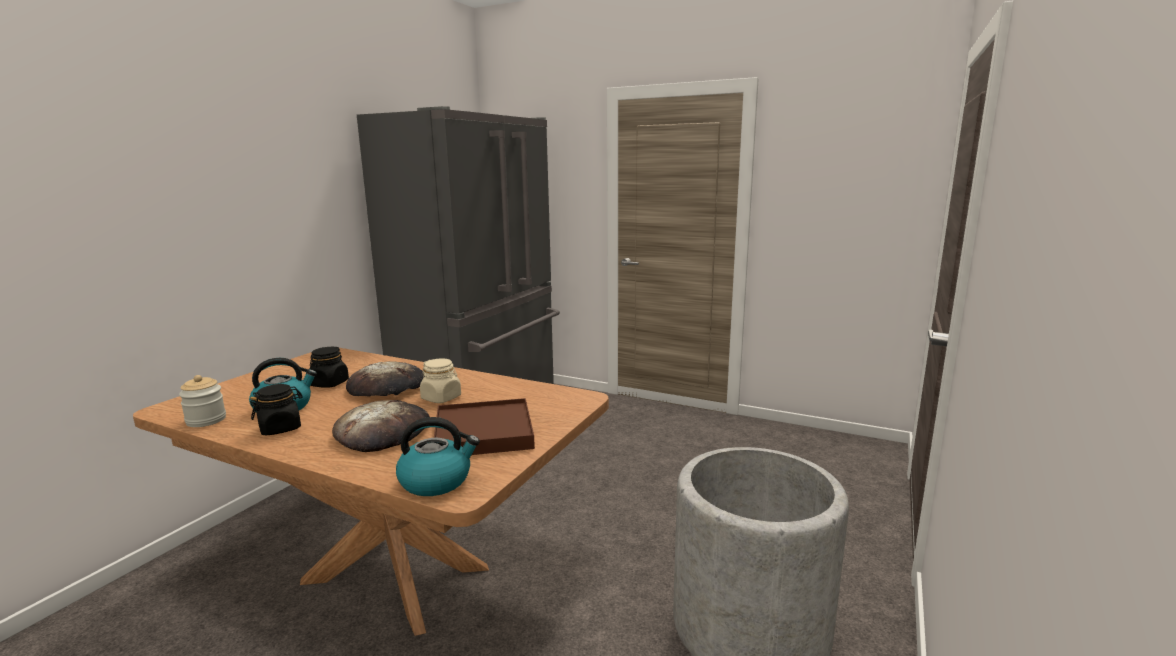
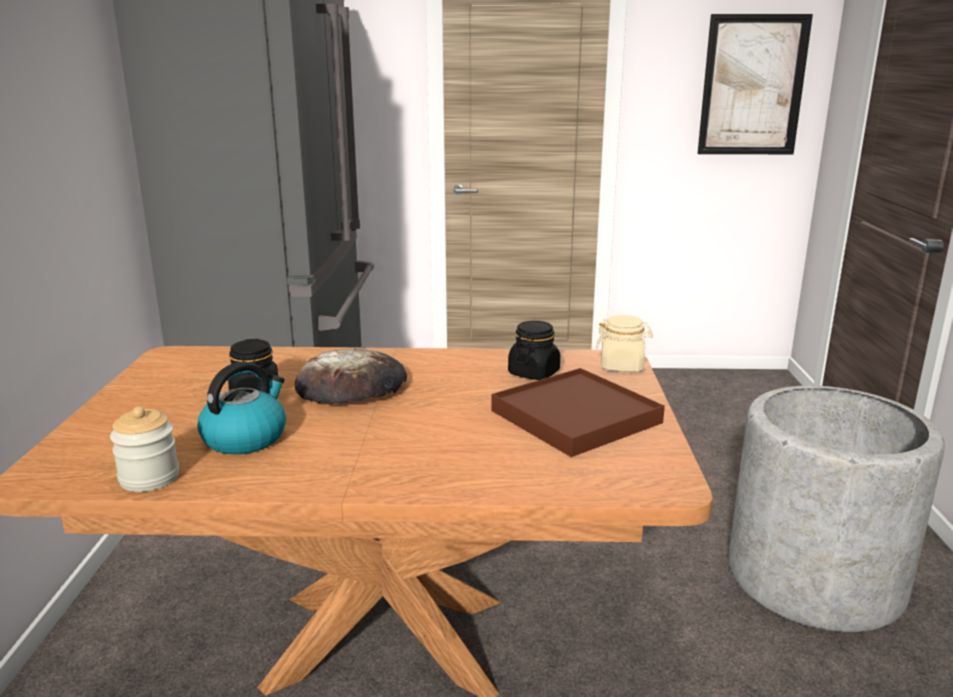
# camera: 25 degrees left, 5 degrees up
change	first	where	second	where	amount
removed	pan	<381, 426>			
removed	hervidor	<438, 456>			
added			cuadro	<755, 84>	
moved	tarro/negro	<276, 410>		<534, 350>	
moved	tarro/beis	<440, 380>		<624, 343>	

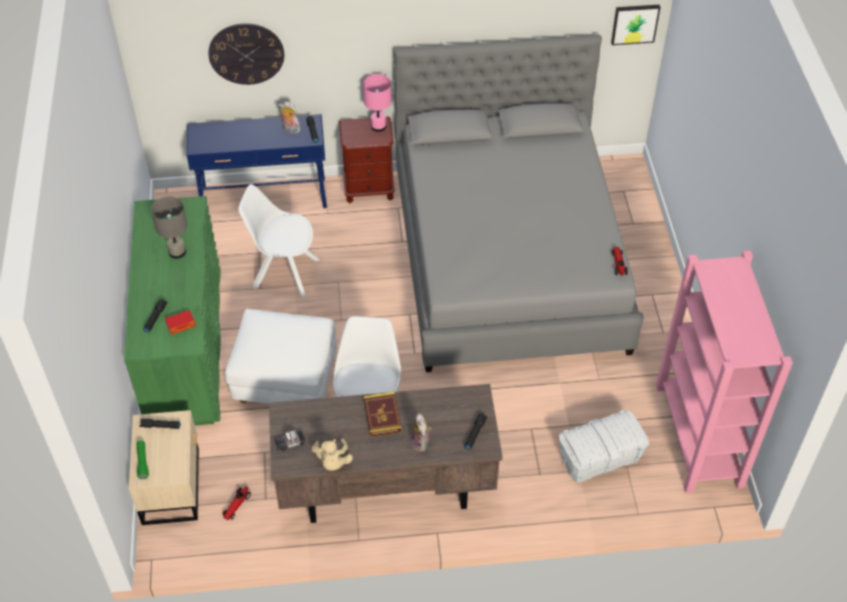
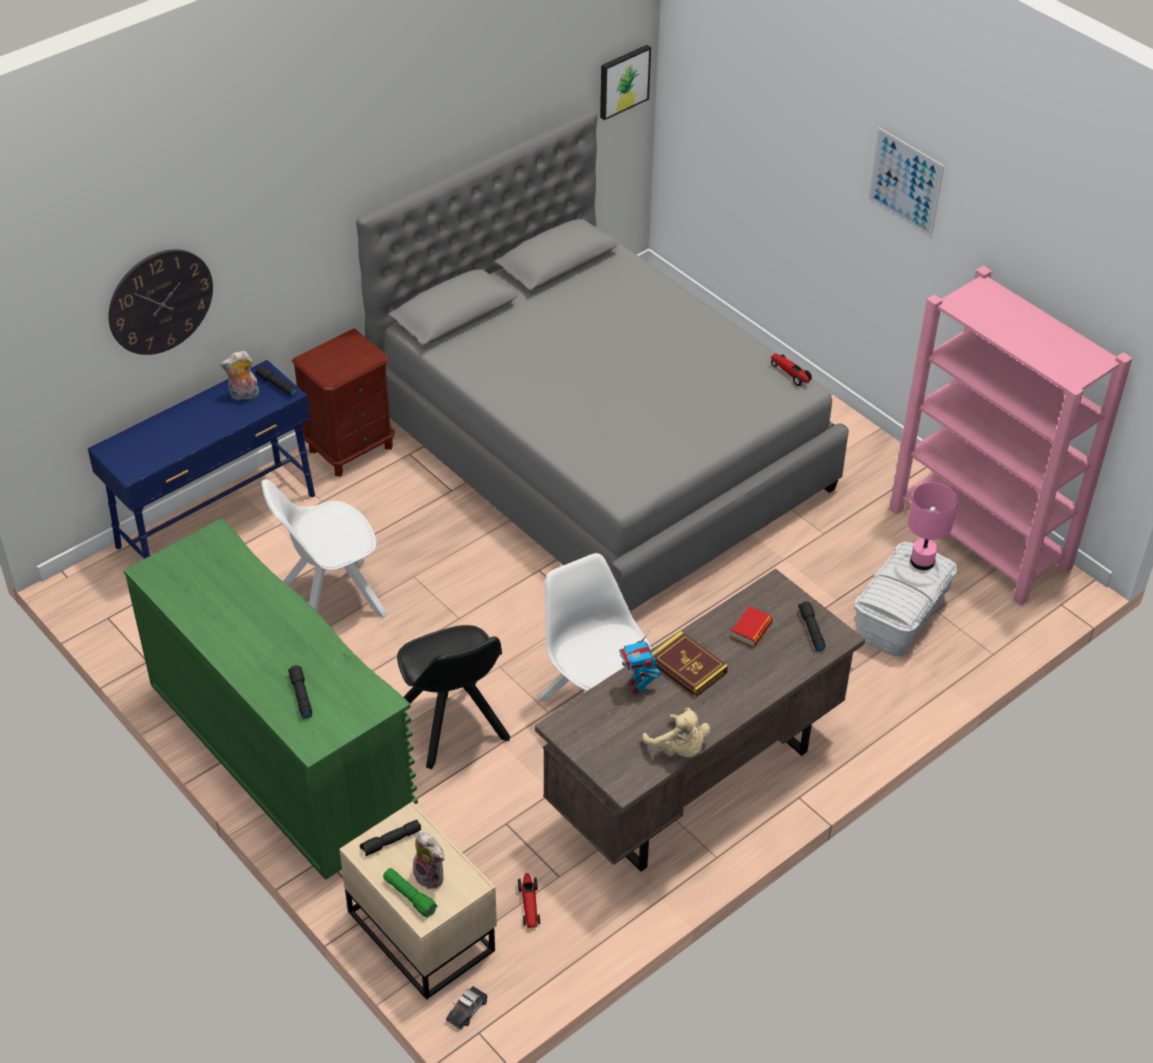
# camera: 35 degrees left, 5 degrees down
change	first	where	second	where	amount
removed	lámpara de mesa/gris	<169, 228>			
added			robot de juguete	<640, 663>	
added			cuadro	<906, 183>	
moved	libro	<180, 322>		<752, 626>	
moved	coche de juguete	<290, 440>		<467, 1008>	
moved	lámpara de mesa/rosa	<377, 103>		<933, 526>	
moved	peluche	<421, 432>		<428, 860>	
replaced	puf/blanco	<281, 356>	silla/negro	<454, 697>	

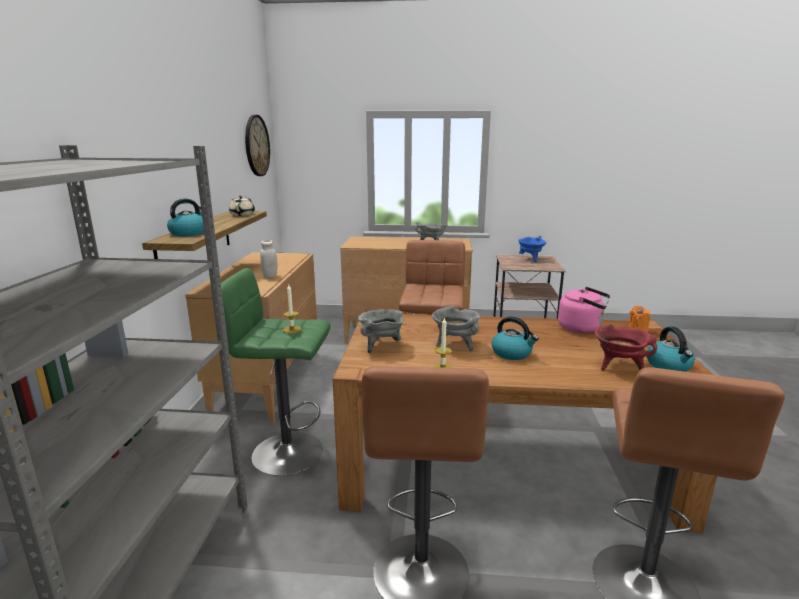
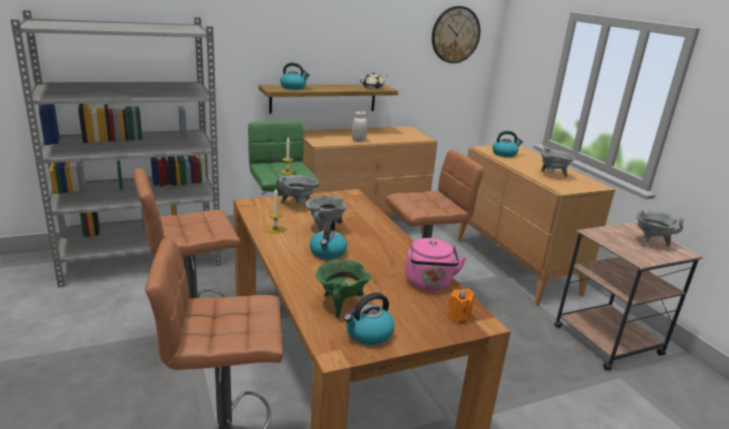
# camera: 60 degrees right, 5 degrees up
change	first	where	second	where	amount
added			hervidor	<508, 144>	
recoloured	olla/azul	<532, 249>	olla/gris	<659, 228>	
recoloured	olla/rojo	<626, 347>	olla/verde	<343, 289>	

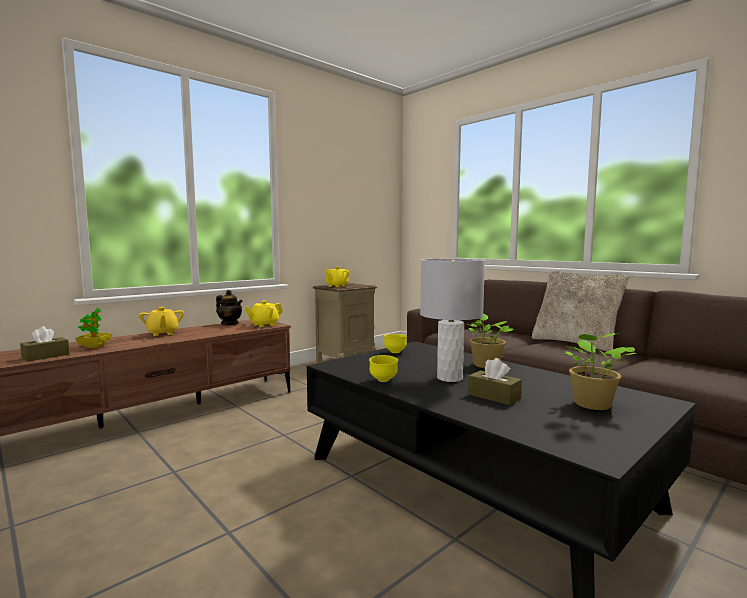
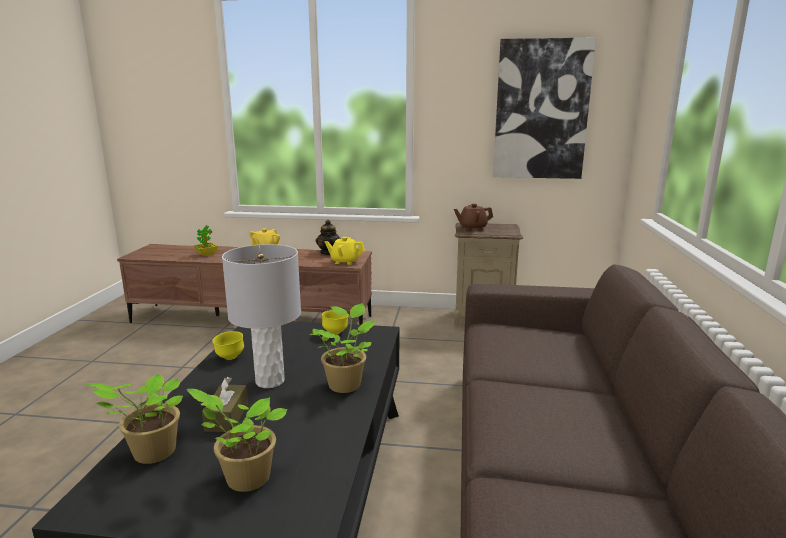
# camera: 50 degrees right, 10 degrees up
change	first	where	second	where	amount
removed	caja de pañuelos/marrón	<45, 344>			
removed	cojín/beis	<580, 311>			
added			planta en maceta	<134, 419>	
added			cuadro	<544, 108>	
recoloured	tetera/amarillo	<337, 276>	tetera/marrón	<473, 217>	

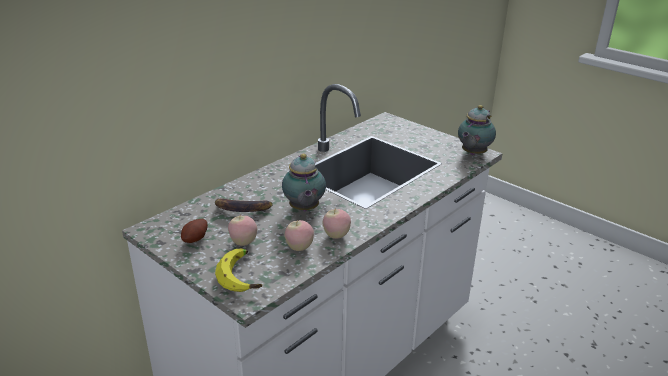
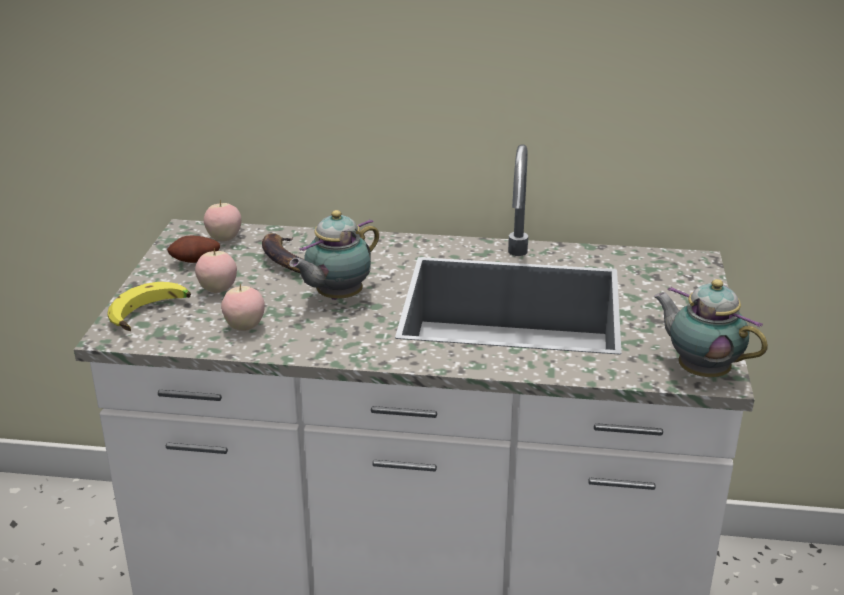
# camera: 55 degrees right, 0 degrees up
change	first	where	second	where	amount
moved	manzana	<336, 224>		<222, 221>	
turned	tetera	<477, 130>		<711, 328>	45 degrees clockwise

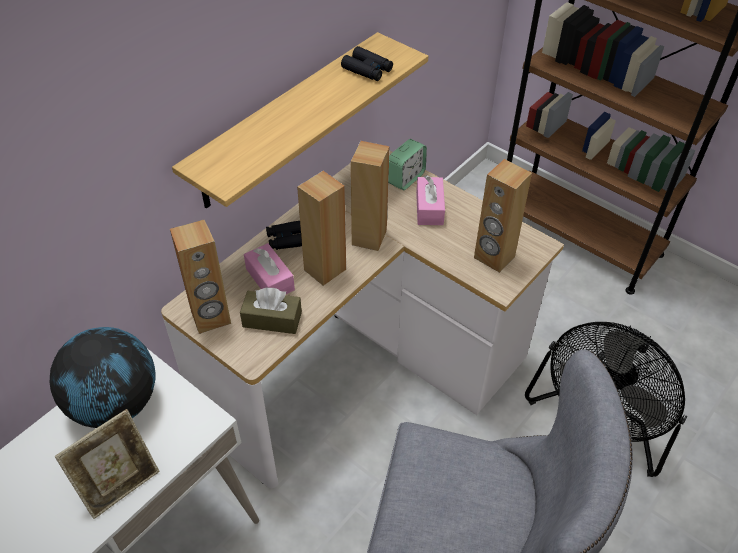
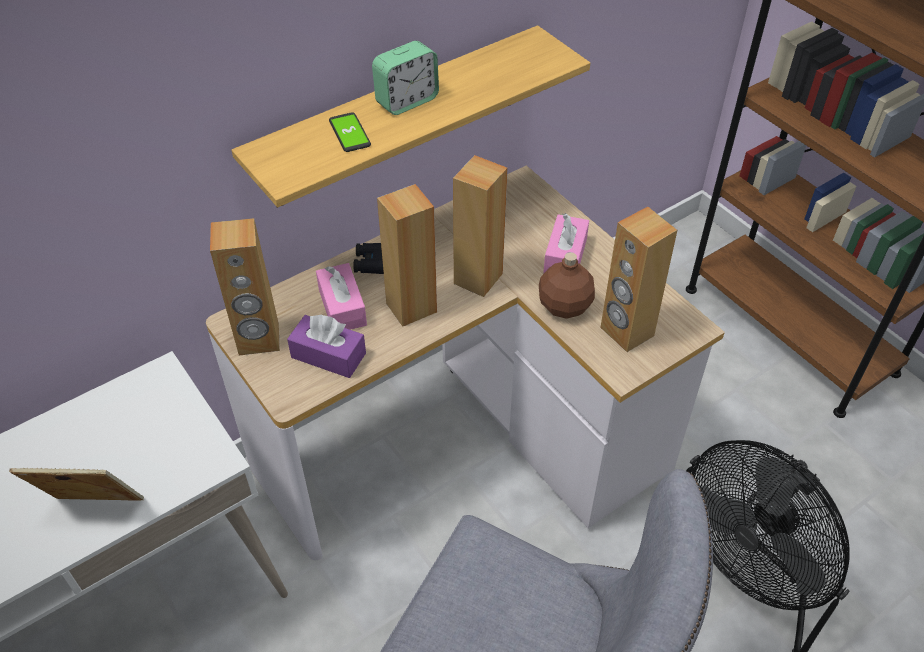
# camera: 15 degrees right, 0 degrees up
change	first	where	second	where	amount
removed	globo terráqueo	<102, 377>			
removed	prismáticos/negro	<367, 63>			
added			móvil	<350, 132>	
added			botella/marrón	<567, 285>	
moved	despertador	<407, 164>		<405, 78>	
recoloured	caja de pañuelos/marrón	<271, 311>	caja de pañuelos/morado	<326, 346>	
turned	portarretratos	<107, 464>		<76, 484>	150 degrees counterclockwise

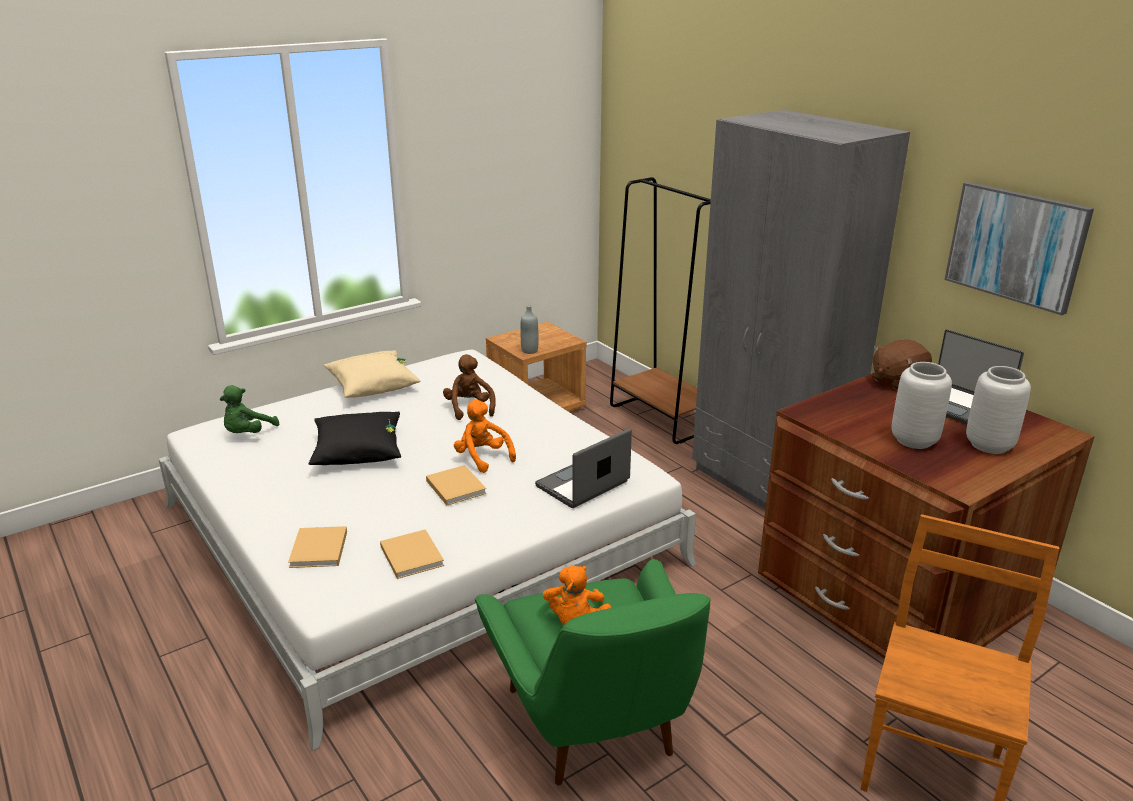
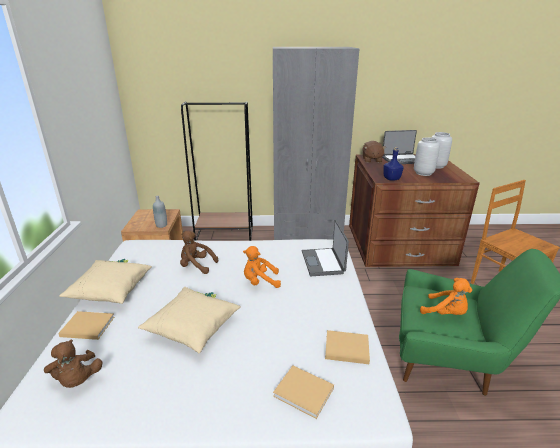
# camera: 55 degrees left, 0 degrees up
change	first	where	second	where	amount
removed	cuadro	<1019, 248>			
added			botella/azul	<393, 164>	
moved	libro/beis	<456, 485>		<86, 325>	
recoloured	peluche/verde	<249, 409>	peluche/marrón	<73, 363>	
recoloured	cojín/negro	<355, 438>	cojín/beis	<189, 320>	

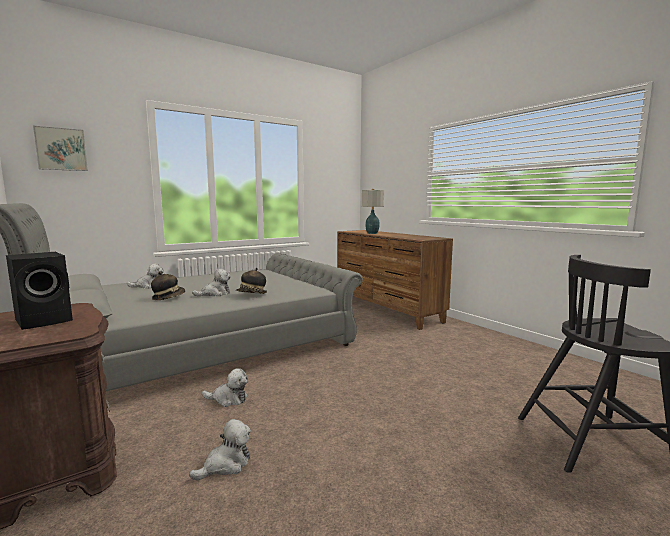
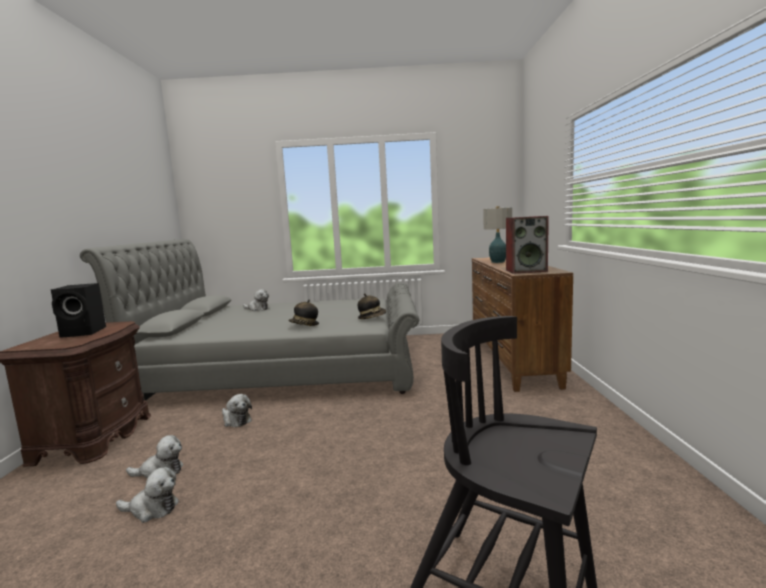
# camera: 35 degrees right, 0 degrees up
change	first	where	second	where	amount
removed	cuadro	<60, 148>			
added			altavoz	<527, 245>	
moved	sombrero	<168, 286>		<371, 306>	
moved	peluche	<211, 282>		<147, 495>	

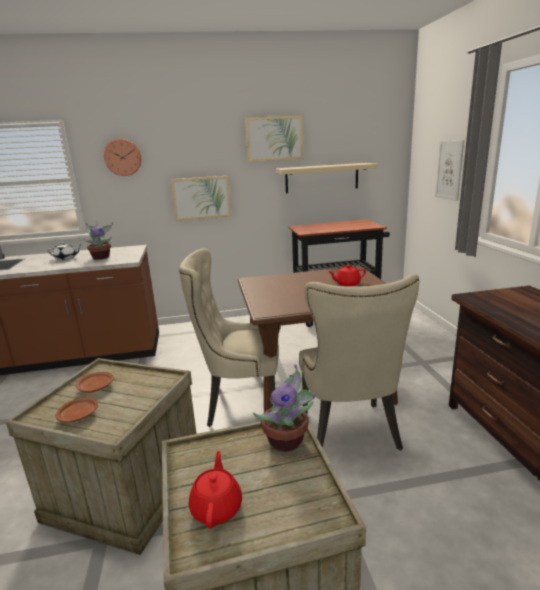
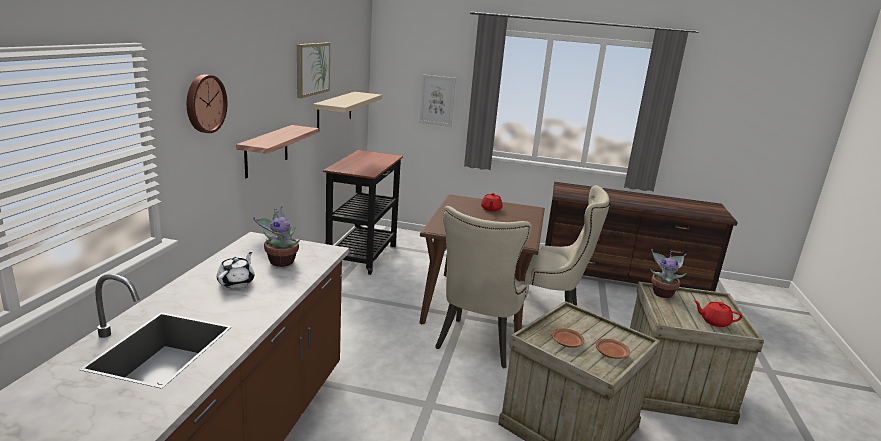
# camera: 70 degrees left, 0 degrees up
change	first	where	second	where	amount
replaced	cuadro	<200, 198>	estante	<277, 151>	

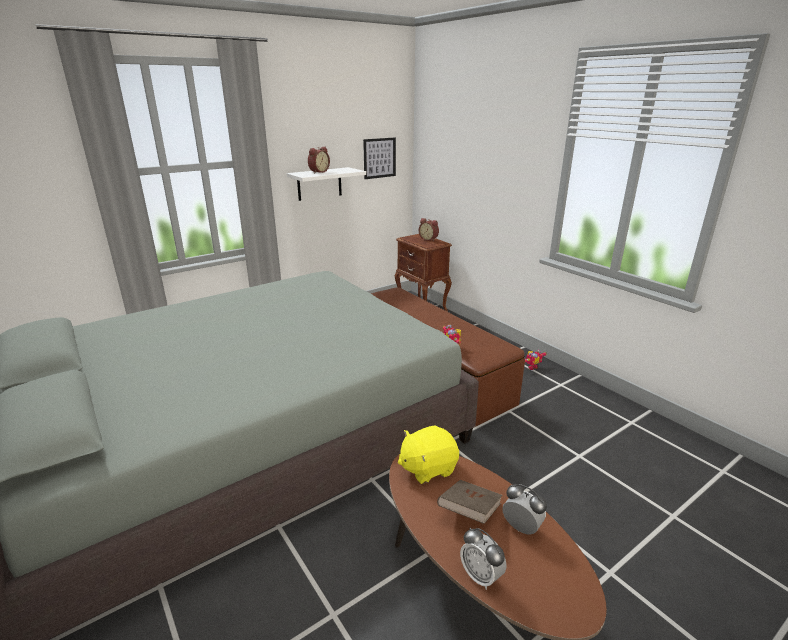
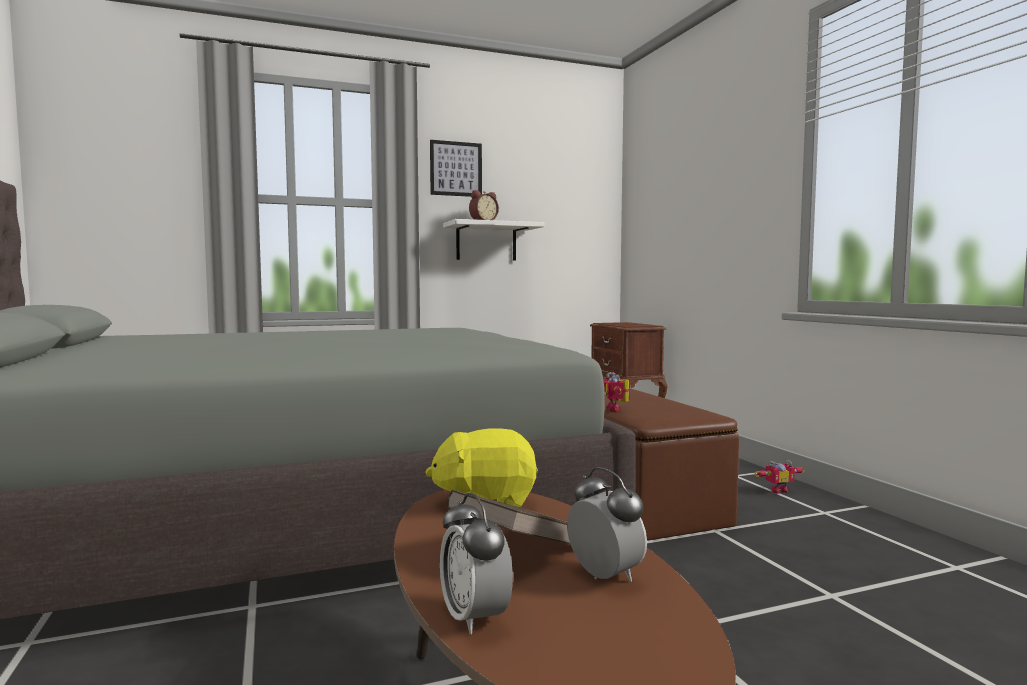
# camera: 15 degrees right, 20 degrees down
change	first	where	second	where	amount
removed	despertador	<429, 229>			
moved	cuadro	<379, 158>		<456, 168>	

